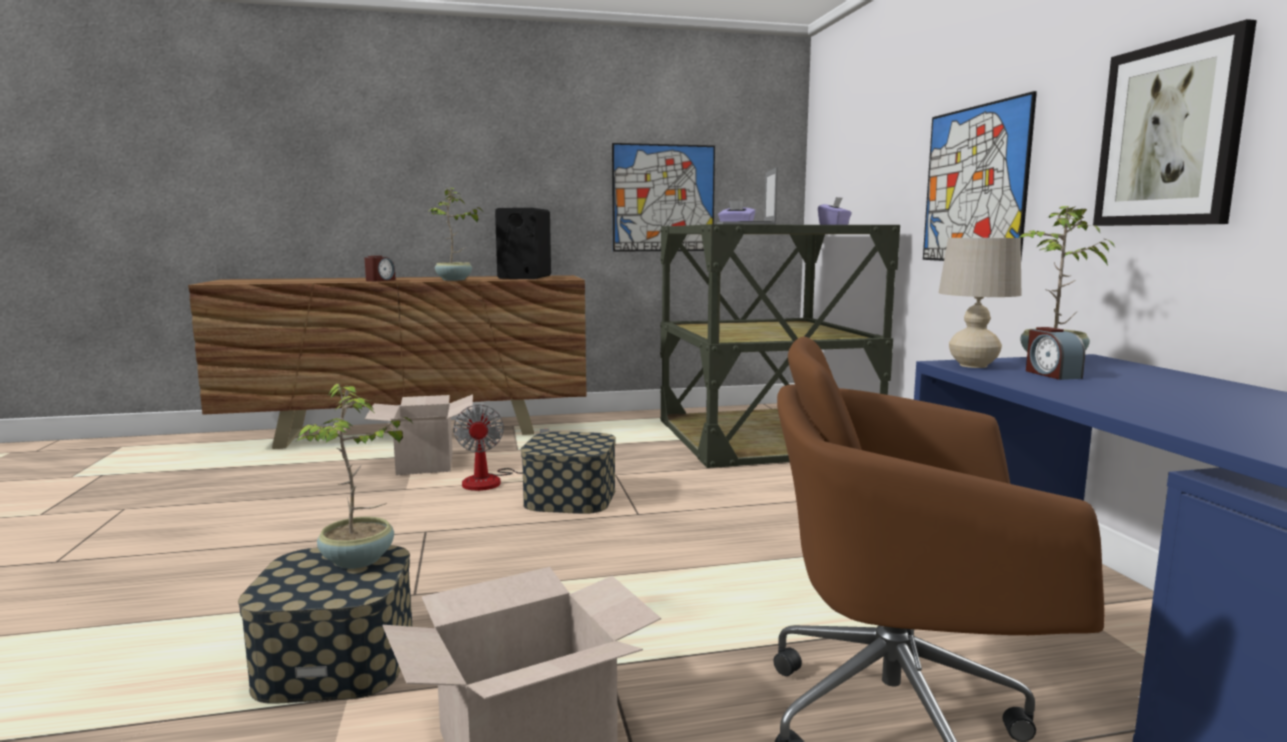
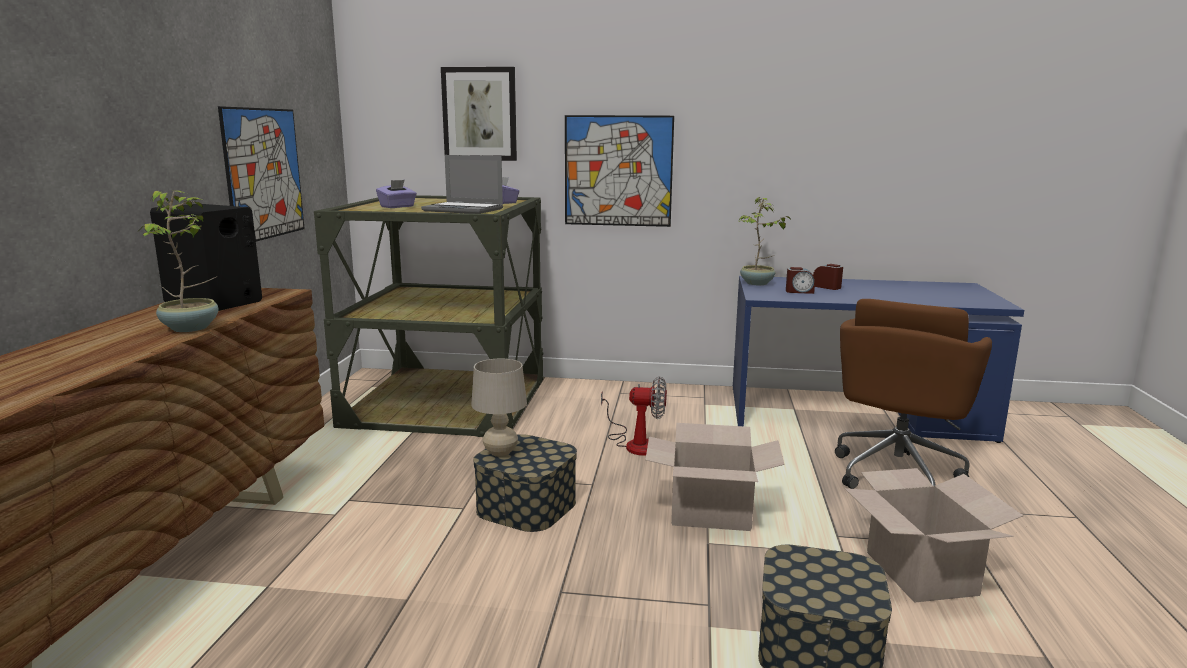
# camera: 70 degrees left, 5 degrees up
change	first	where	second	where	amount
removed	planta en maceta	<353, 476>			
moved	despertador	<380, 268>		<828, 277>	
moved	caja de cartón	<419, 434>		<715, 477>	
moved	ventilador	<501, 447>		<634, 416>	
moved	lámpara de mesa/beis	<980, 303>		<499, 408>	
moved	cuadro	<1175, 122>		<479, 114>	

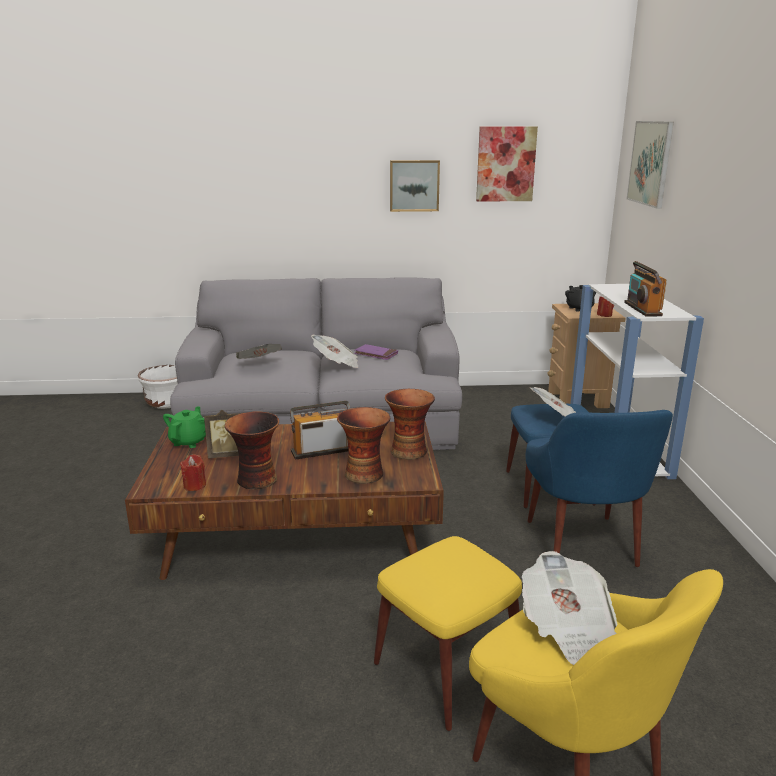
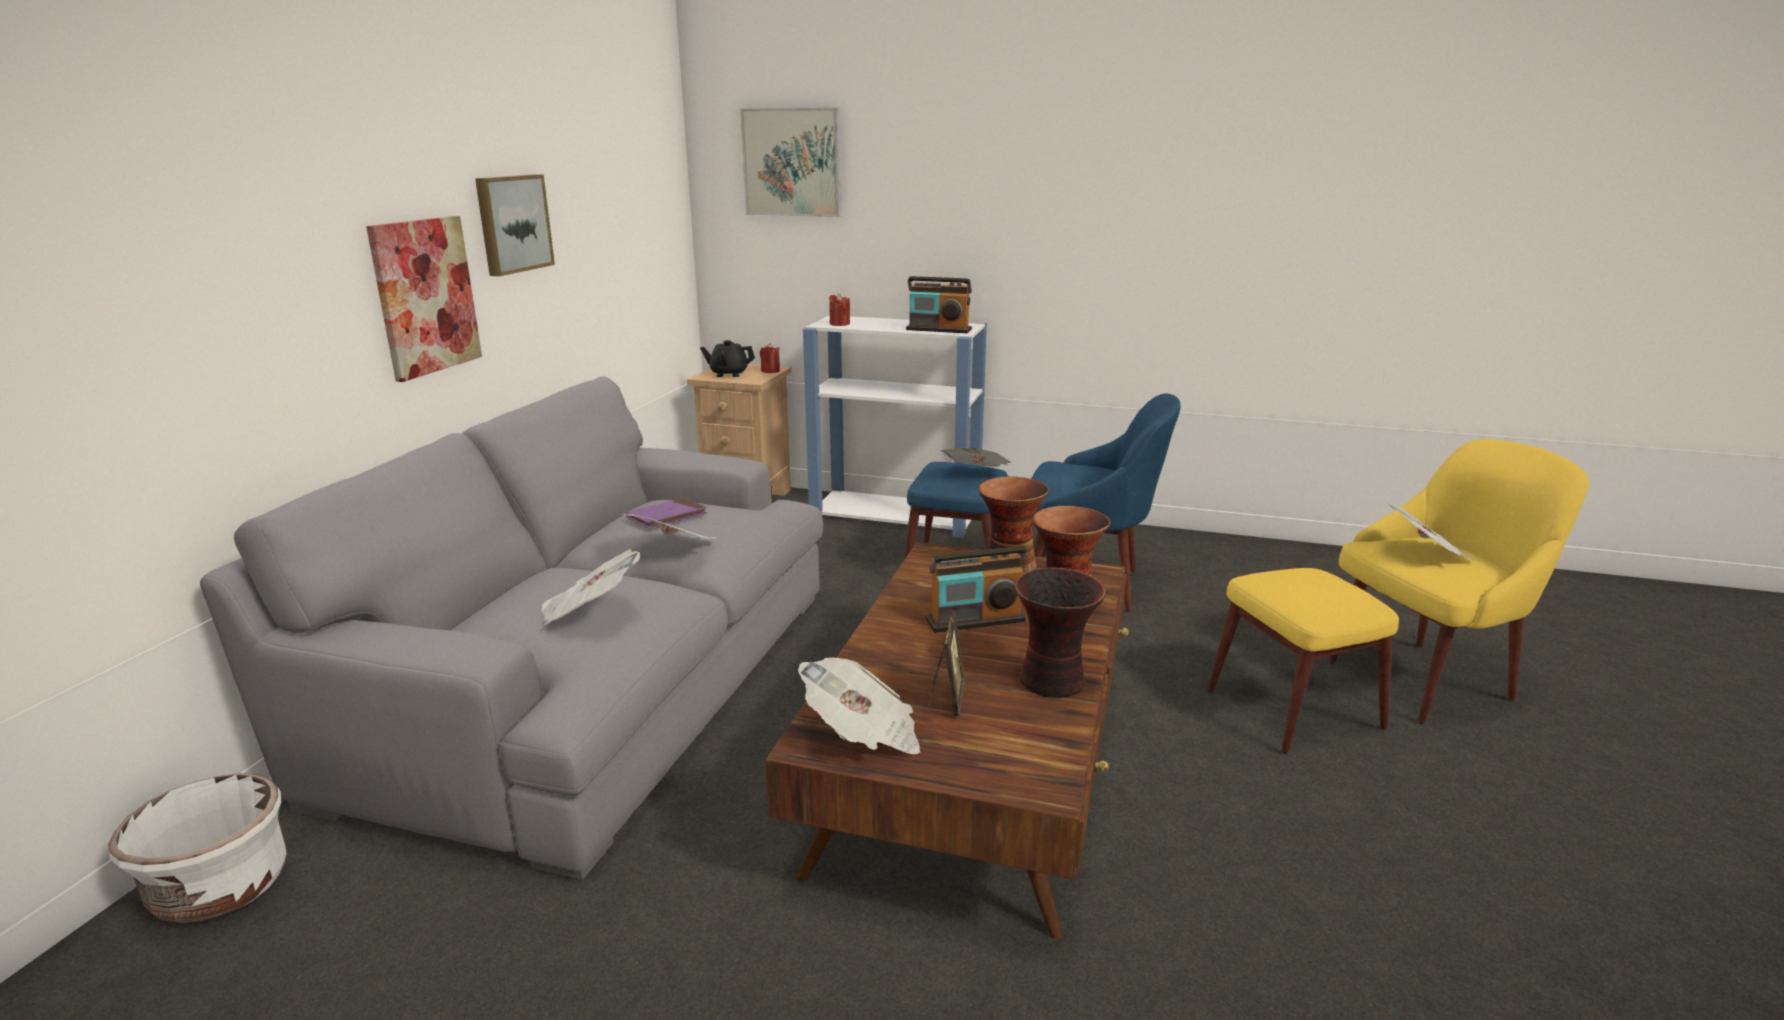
# camera: 70 degrees left, 0 degrees up
change	first	where	second	where	amount
moved	vela/rojo	<193, 472>		<839, 310>	
moved	cuadro	<507, 164>		<424, 299>	
replaced	tetera/verde	<184, 427>	periódico	<859, 705>	
turned	radio	<320, 430>		<976, 589>	105 degrees counterclockwise

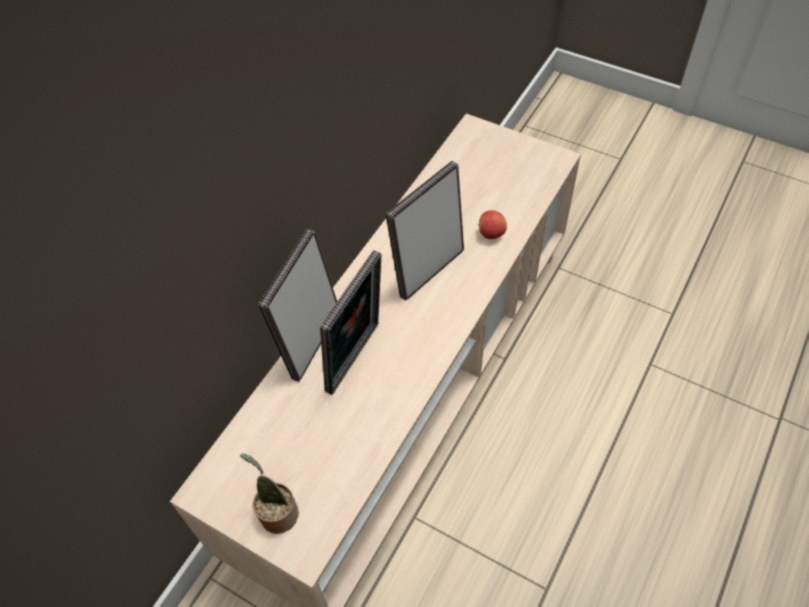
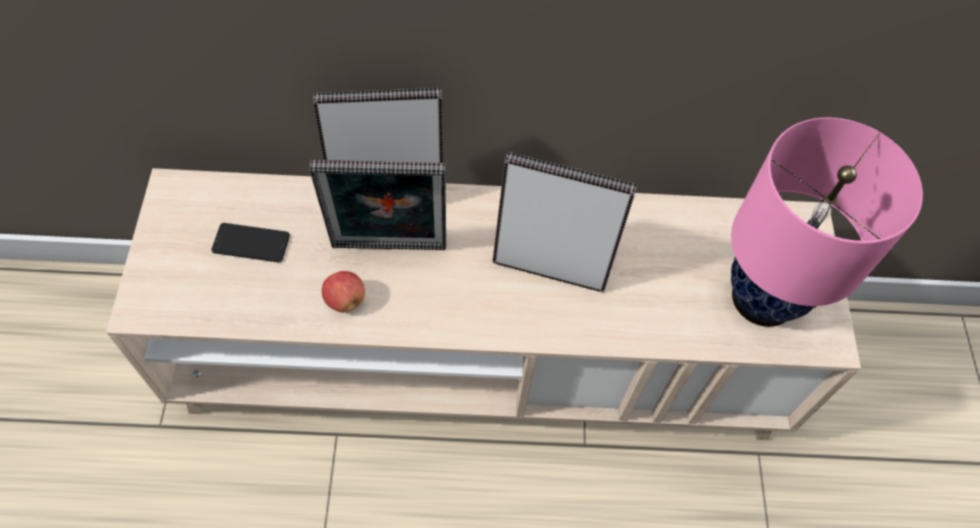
# camera: 55 degrees right, 5 degrees up
change	first	where	second	where	amount
removed	planta en maceta	<269, 493>			
added			móvil	<250, 242>	
added			lámpara de mesa/rosa	<827, 222>	
moved	manzana	<492, 224>		<343, 292>	

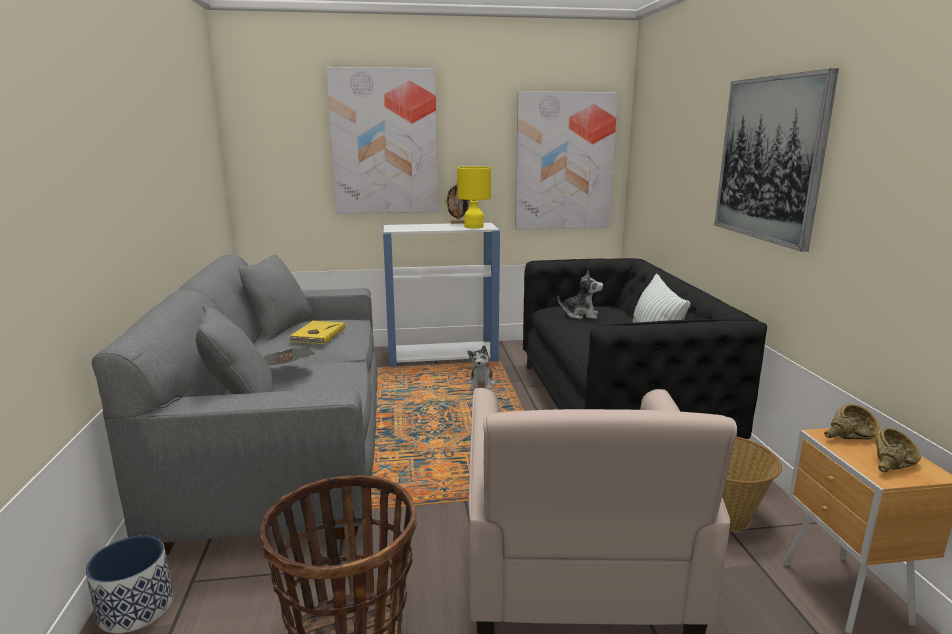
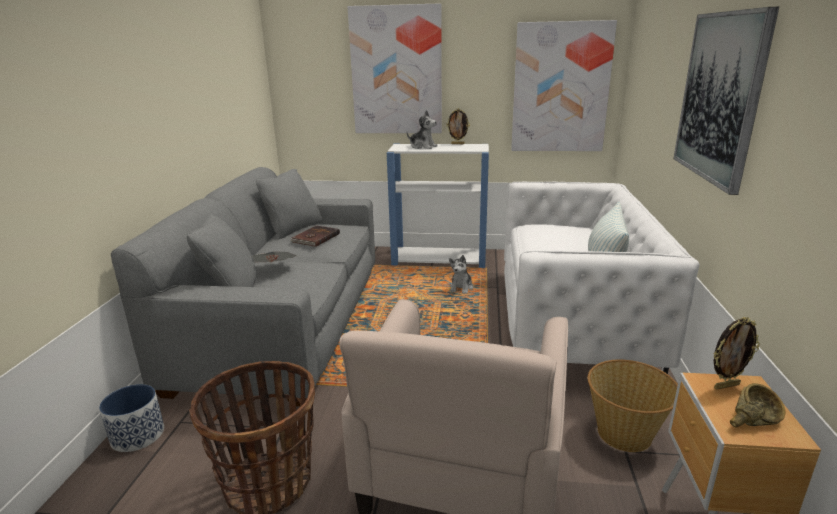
# camera: 15 degrees right, 5 degrees up
change	first	where	second	where	amount
removed	lámpara de mesa/amarillo	<474, 197>			
moved	peluche	<580, 294>		<422, 129>	
replaced	cuenco/marrón	<852, 422>	portarretratos	<737, 353>	
recoloured	libro/amarillo	<316, 332>	libro/marrón	<315, 236>	
recoloured	sofá/negro	<645, 348>	sofá/blanco	<601, 279>	

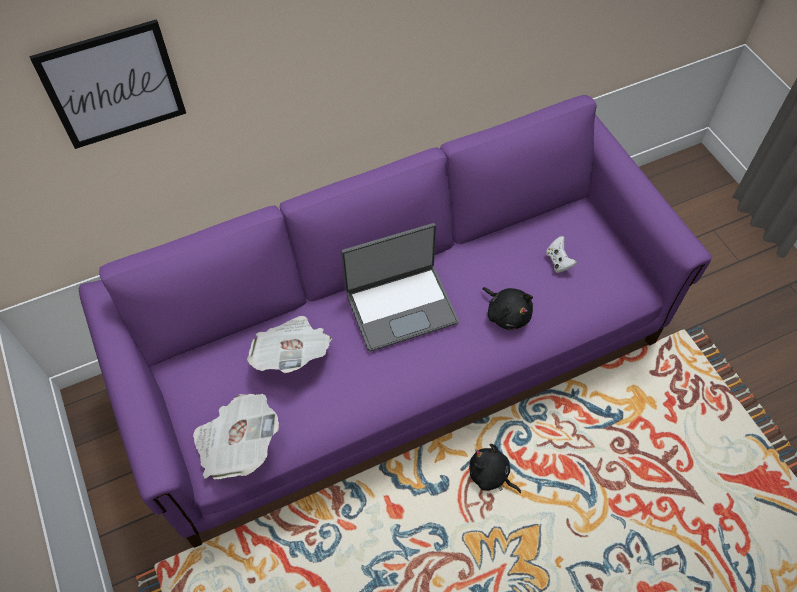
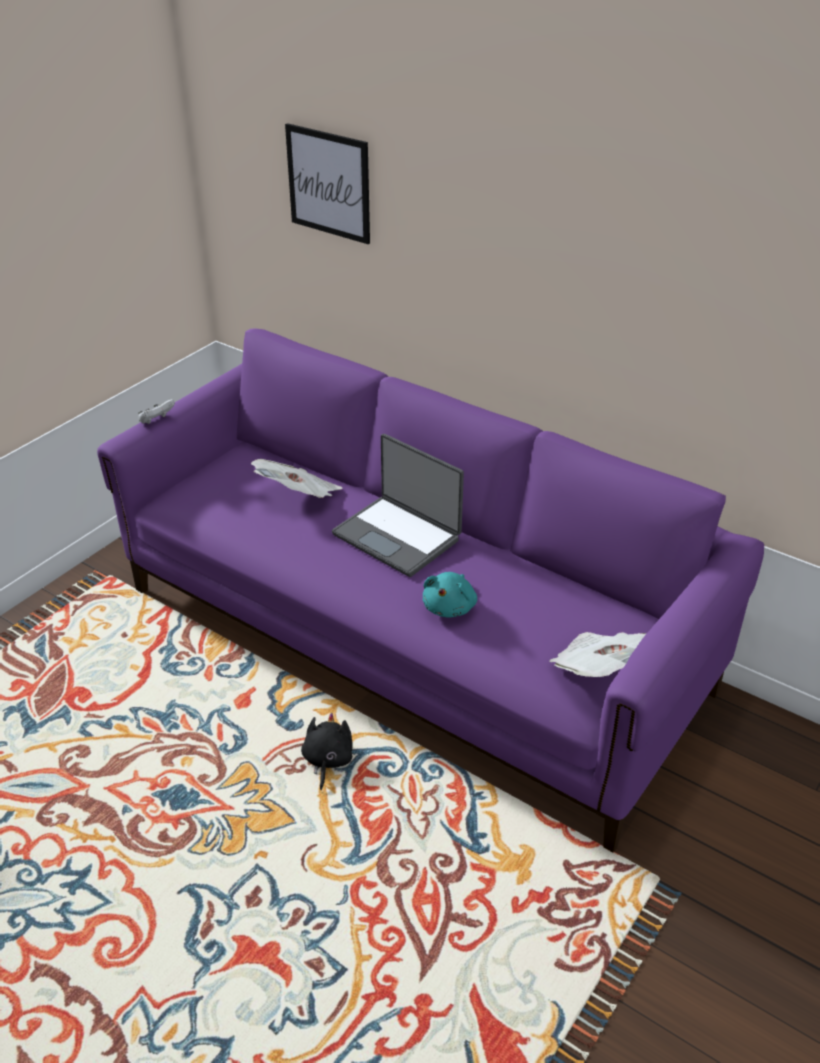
# camera: 60 degrees right, 20 degrees down
change	first	where	second	where	amount
moved	periódico	<236, 436>		<598, 654>	
moved	mando de consola/blanco	<561, 254>		<156, 411>	
recoloured	peluche/negro	<507, 308>	peluche/turquesa	<450, 595>	

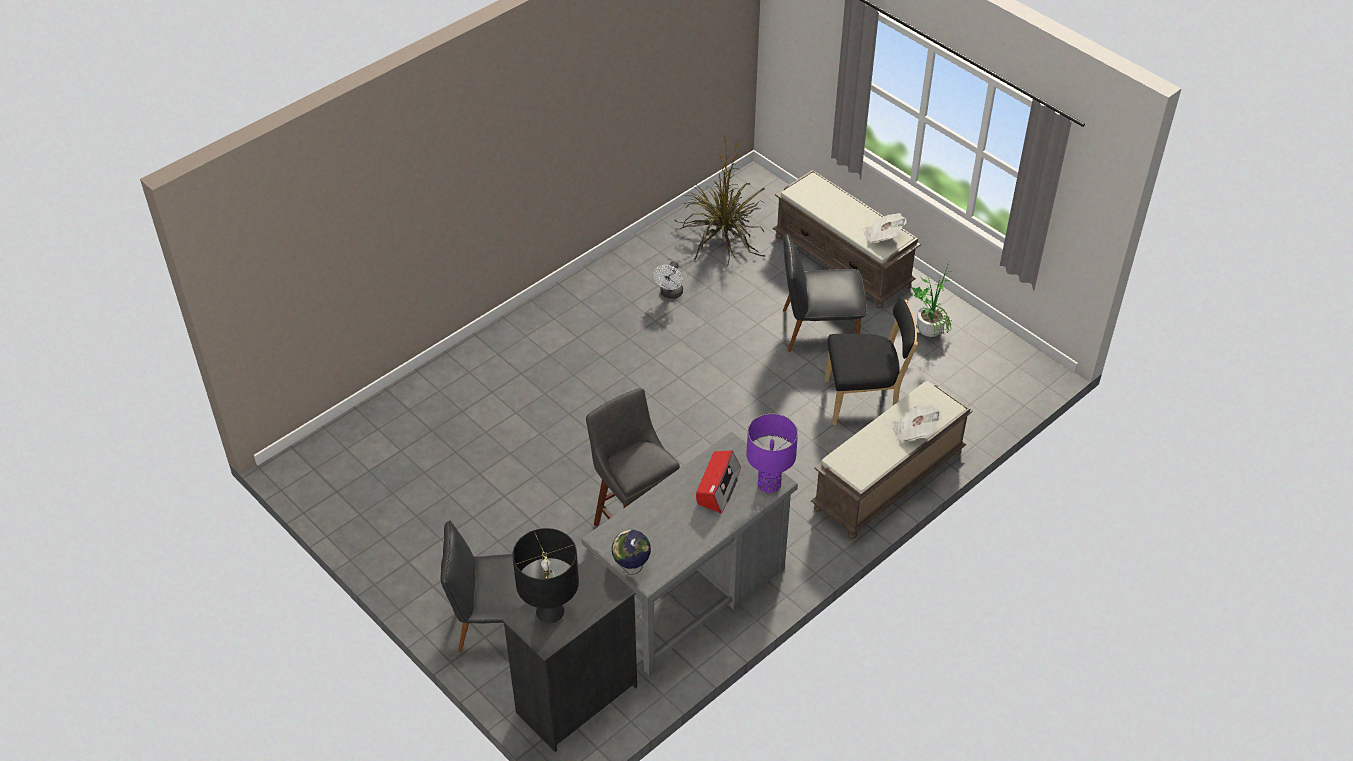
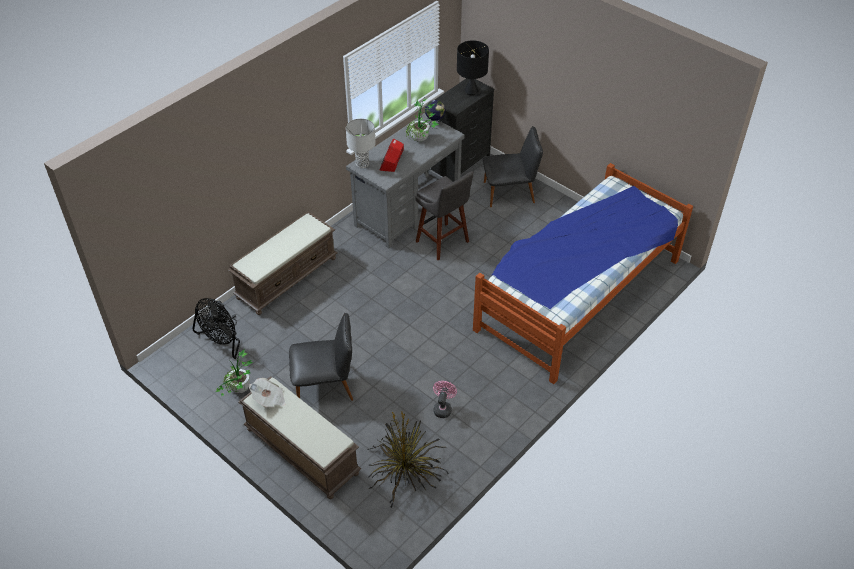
# camera: 175 degrees right, 0 degrees up
change	first	where	second	where	amount
removed	silla/negro	<871, 361>			
removed	periódico	<916, 423>			
added			ventilador/negro	<216, 328>	
added			planta en maceta	<422, 120>	
added			cama	<583, 273>	
recoloured	ventilador/blanco	<668, 280>	ventilador/rosa	<445, 399>	
recoloured	lámpara de mesa/morado	<772, 453>	lámpara de mesa/blanco	<361, 143>	

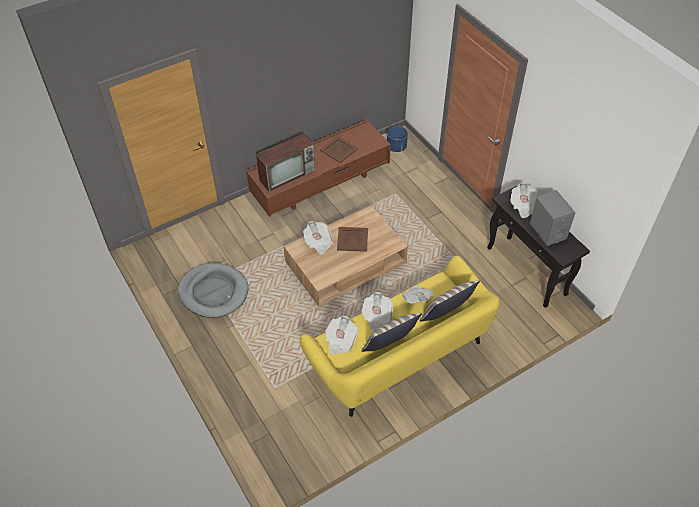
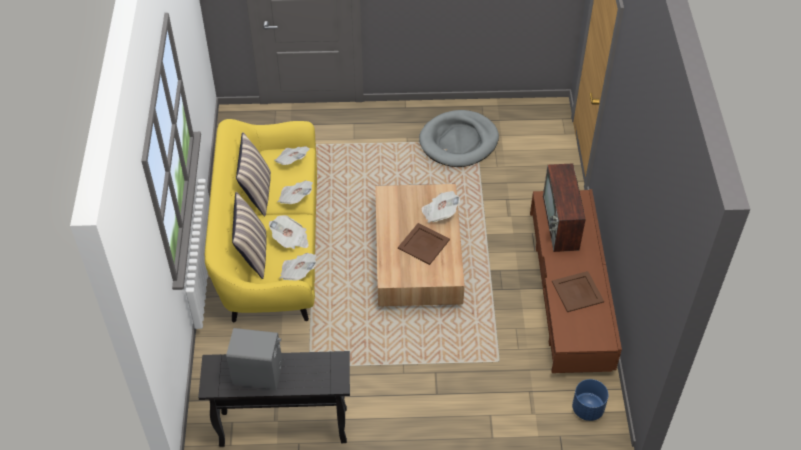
# camera: 120 degrees right, 0 degrees up
change	first	where	second	where	amount
moved	periódico	<524, 200>		<298, 266>	

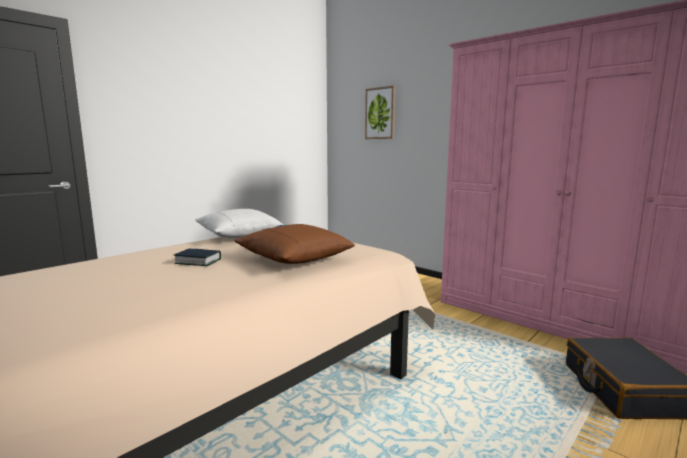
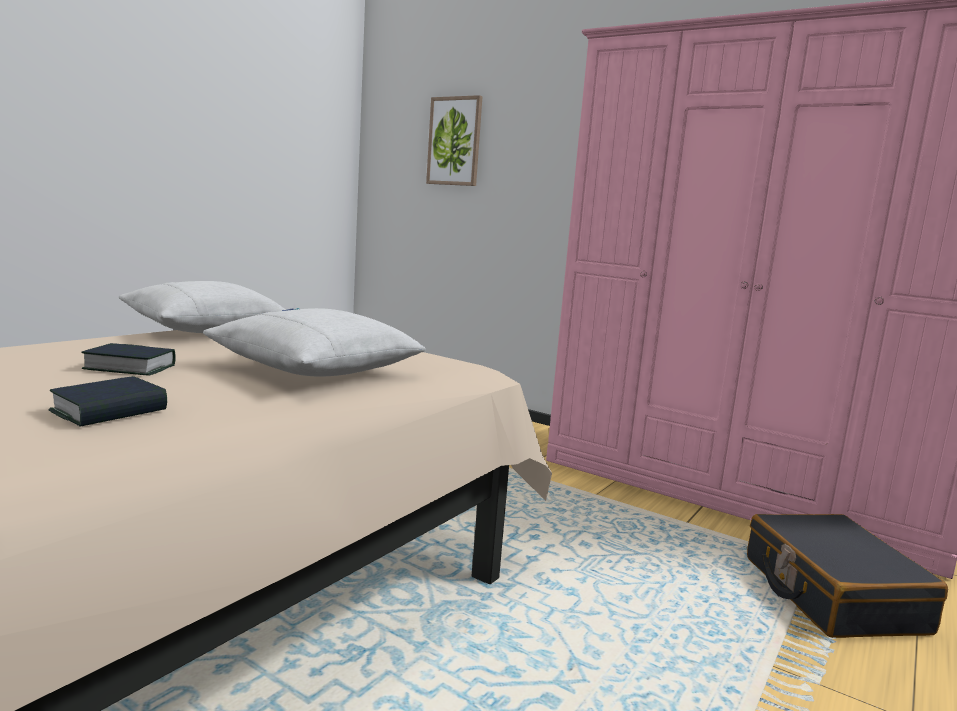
# camera: 10 degrees left, 0 degrees up
change	first	where	second	where	amount
added			libro	<107, 401>	
recoloured	cojín/marrón	<295, 244>	cojín/gris	<314, 342>	

